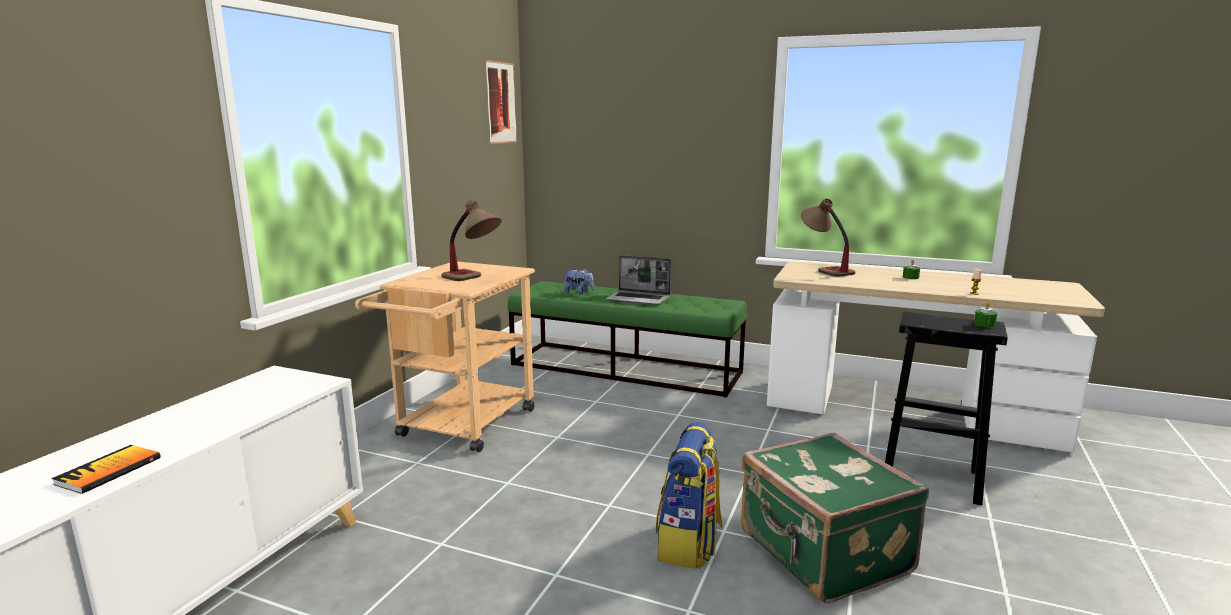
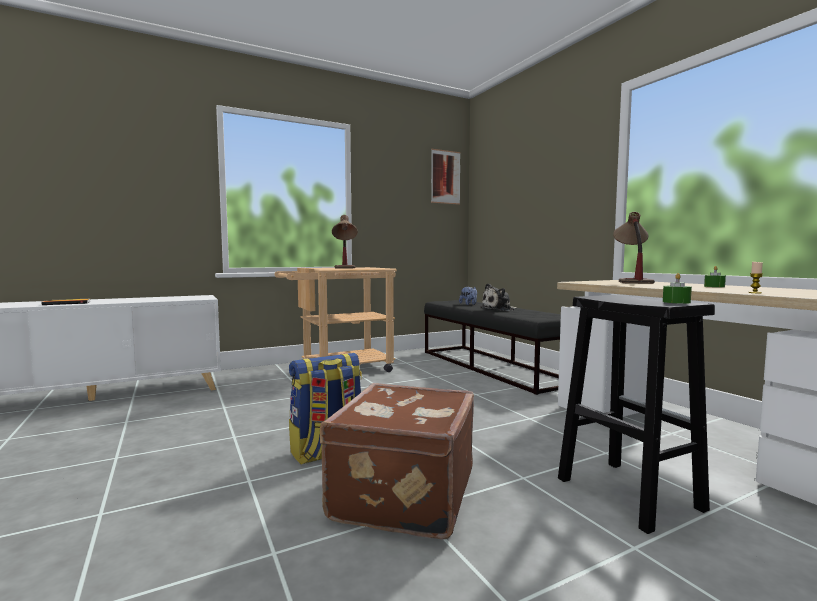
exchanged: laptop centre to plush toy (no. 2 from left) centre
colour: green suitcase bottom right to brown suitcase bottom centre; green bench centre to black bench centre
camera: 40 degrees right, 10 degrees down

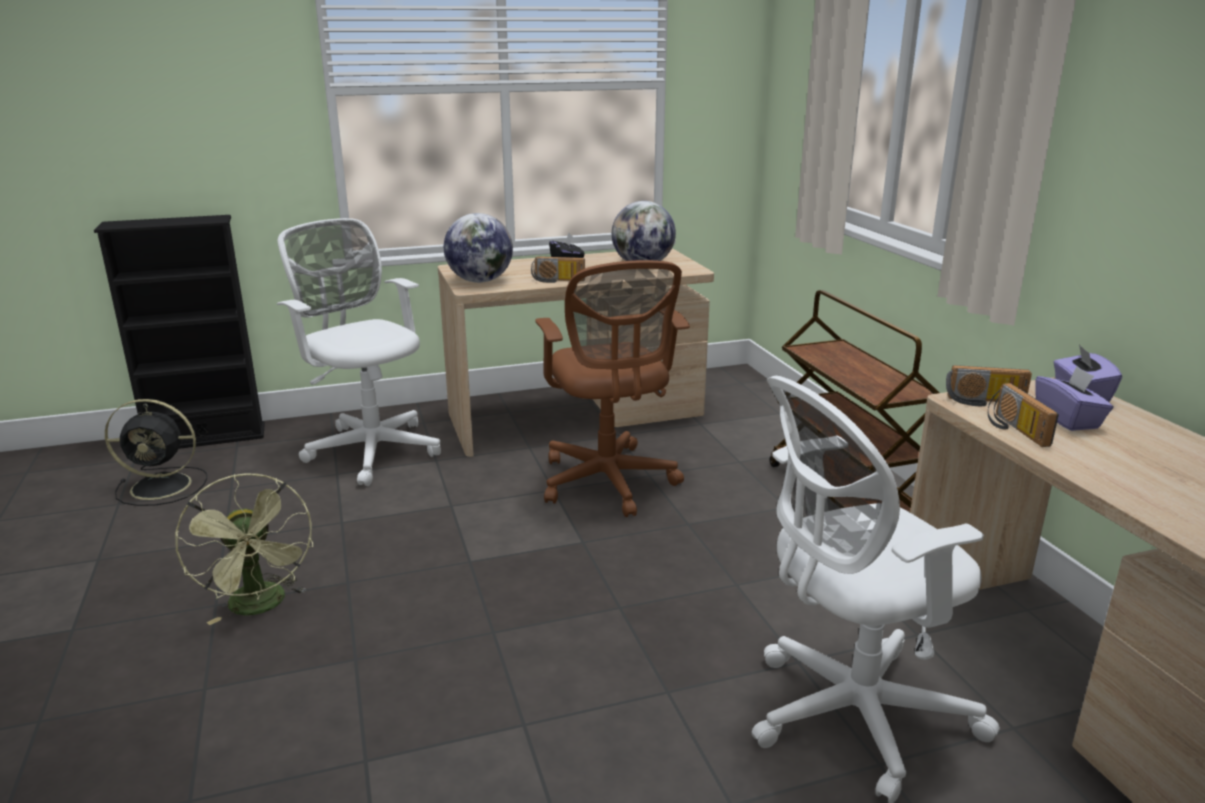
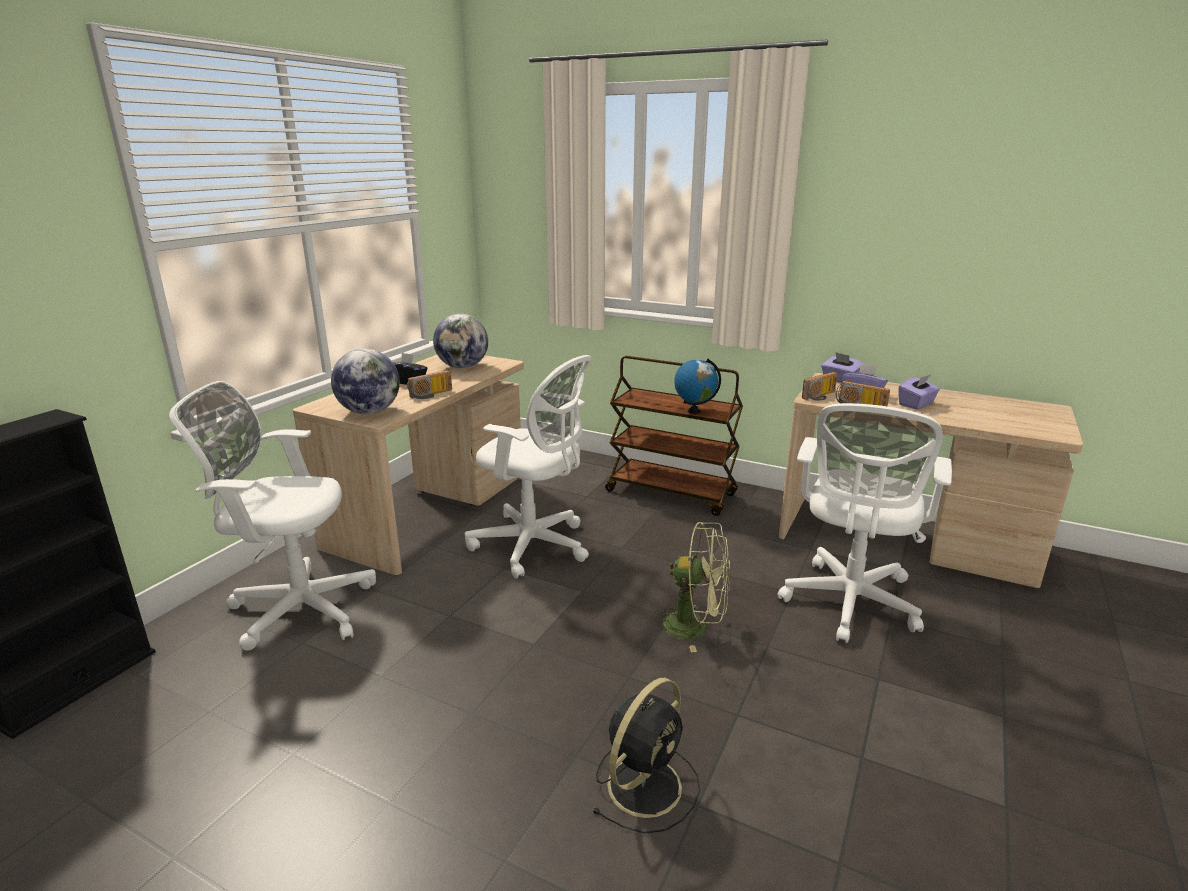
appeared: globe (no. 3 from left) centre; purple tissue box (no. 3 from left) middle right
relocated: black fan middle left to bottom centre; green fan bottom left to centre
colour: brown office chair centre to white office chair (no. 2 from left) centre
camera: 45 degrees left, 0 degrees up

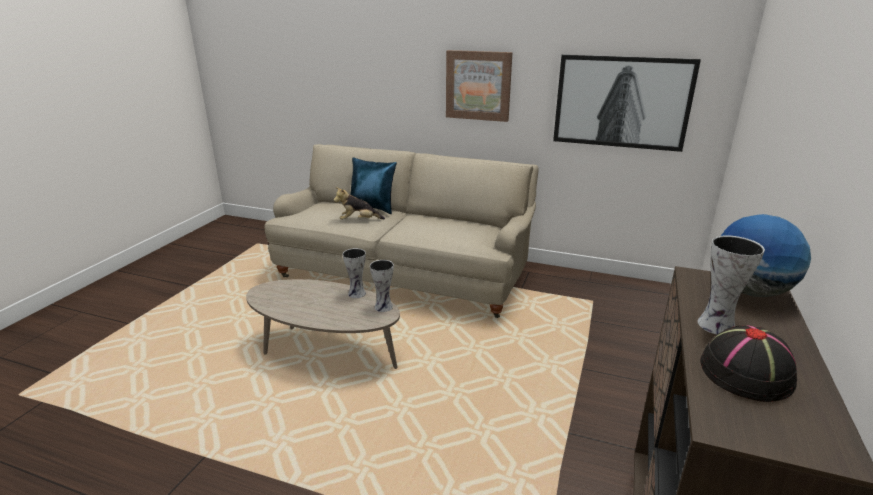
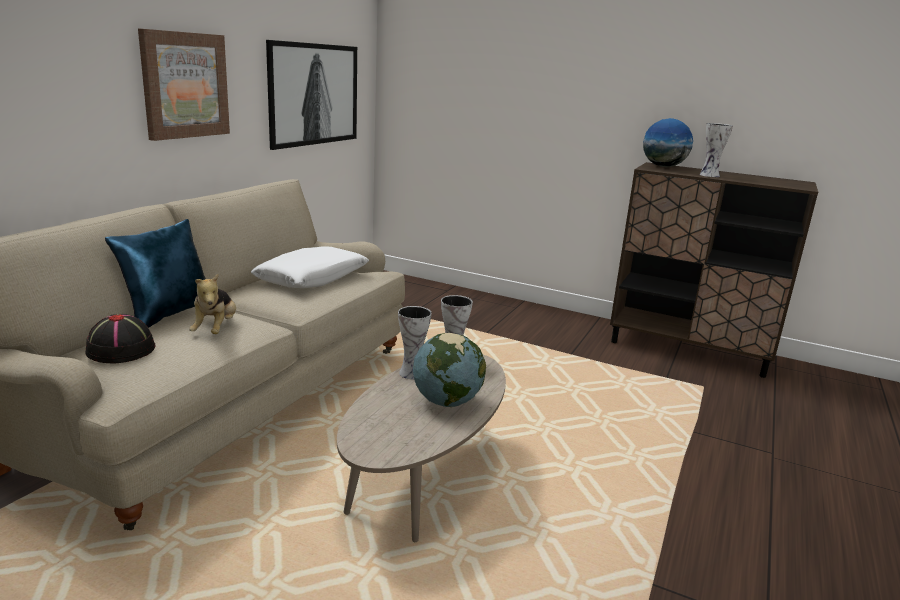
appeared: white pillow centre; globe (no. 1 from left) centre
relocated: black hat bottom right to middle left
camera: 85 degrees left, 5 degrees down

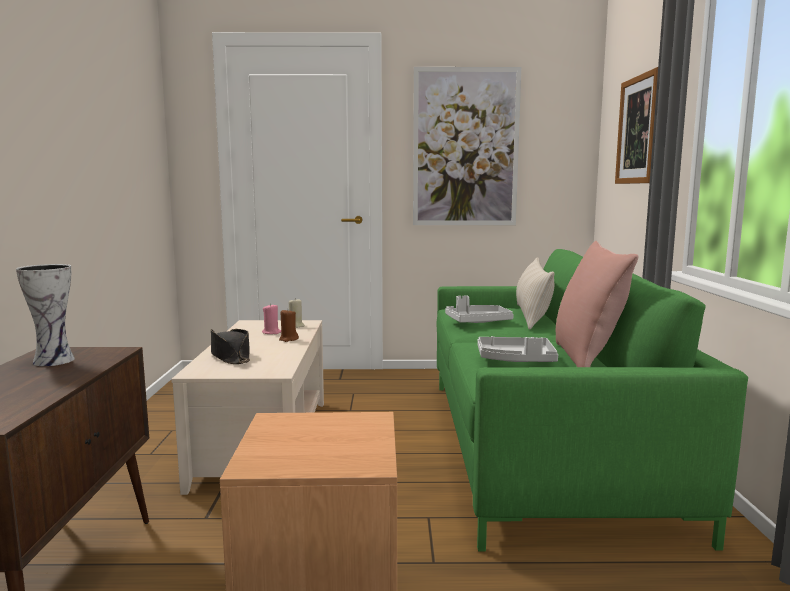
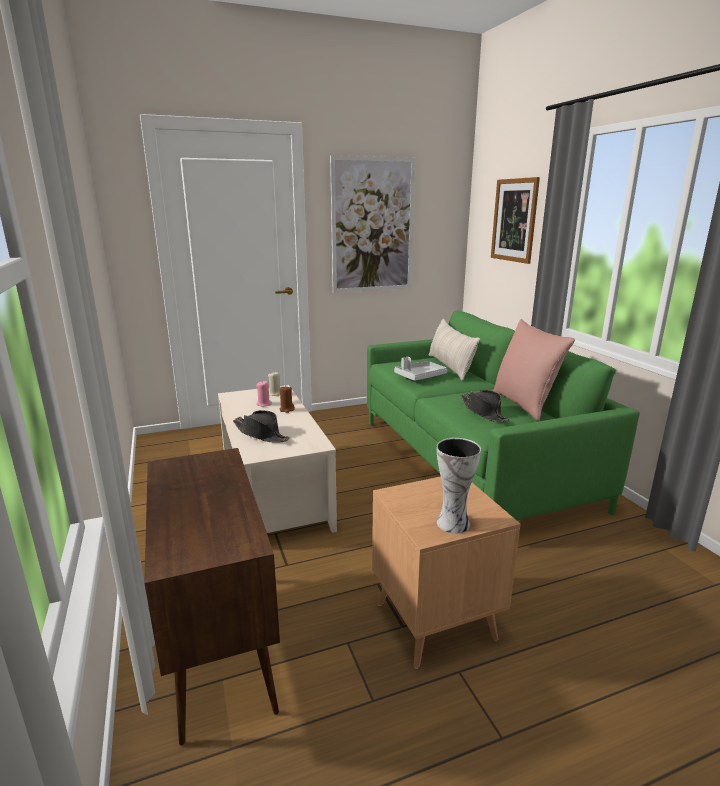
relocated: vase middle left to centre
exchanged: grey tray (no. 2 from left) centre to black hat (no. 2 from left) middle right
camera: 20 degrees left, 10 degrees up

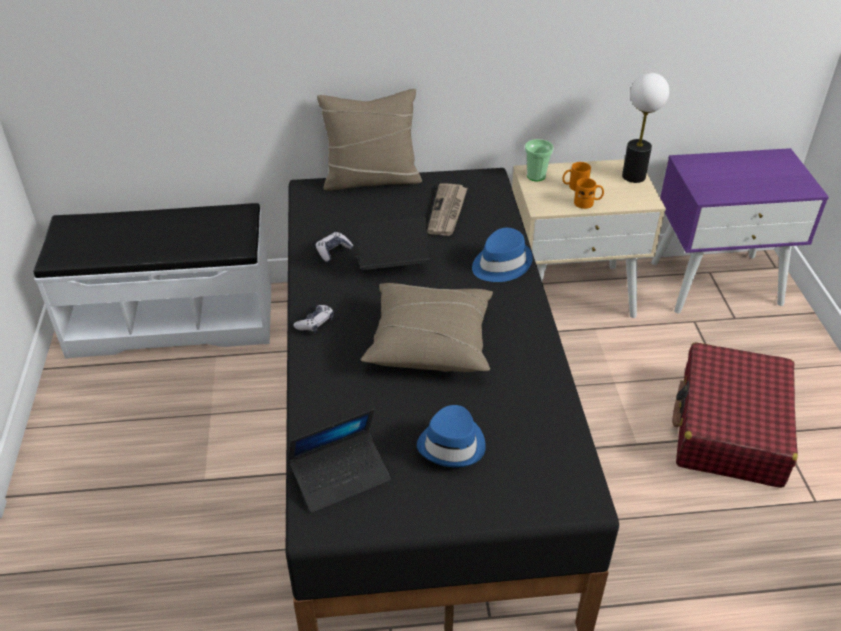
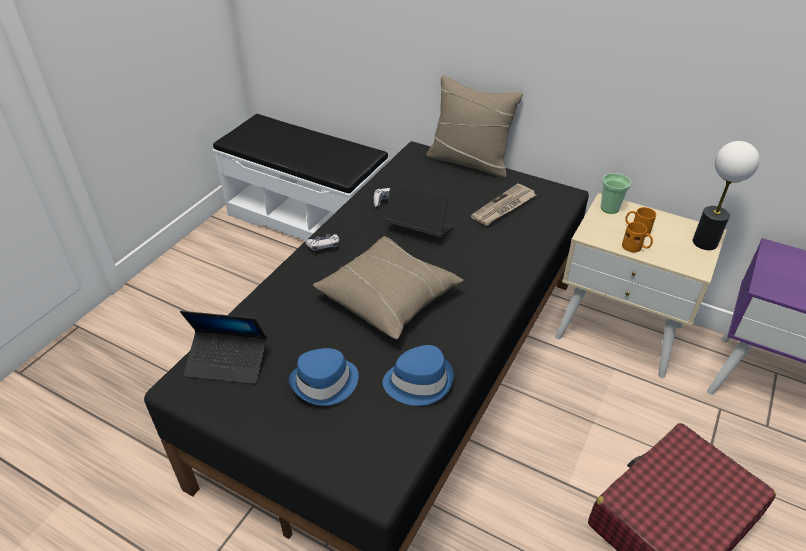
relocated: blue hat (no. 2 from left) centre to bottom centre
camera: 35 degrees right, 0 degrees up

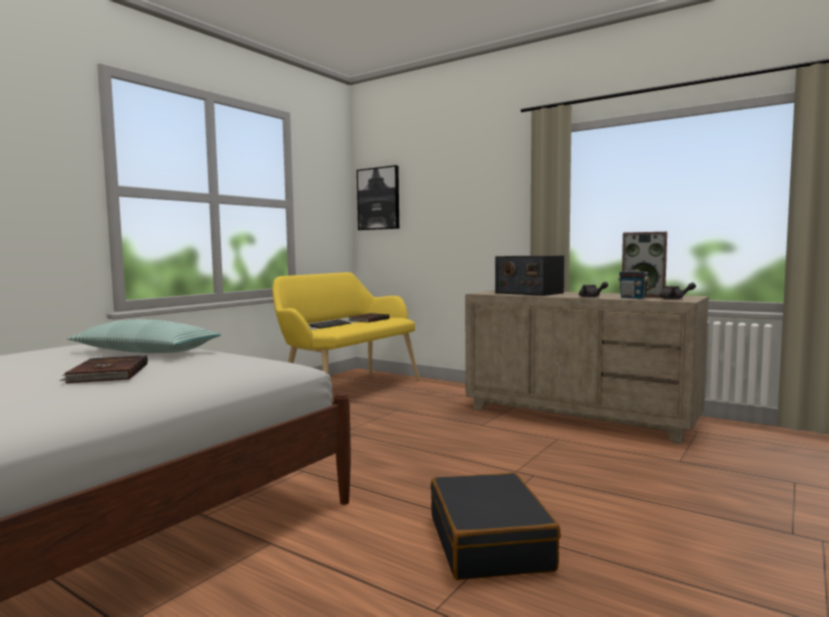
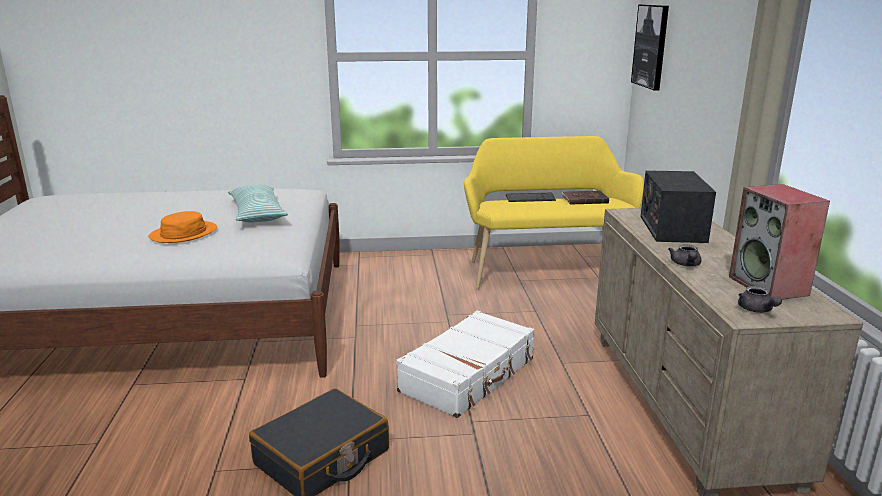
missing: radio (no. 2 from left) middle right
appeared: white suitcase bottom centre
exchanged: brown book (no. 1 from left) middle left to orange hat middle left
camera: 50 degrees right, 15 degrees up

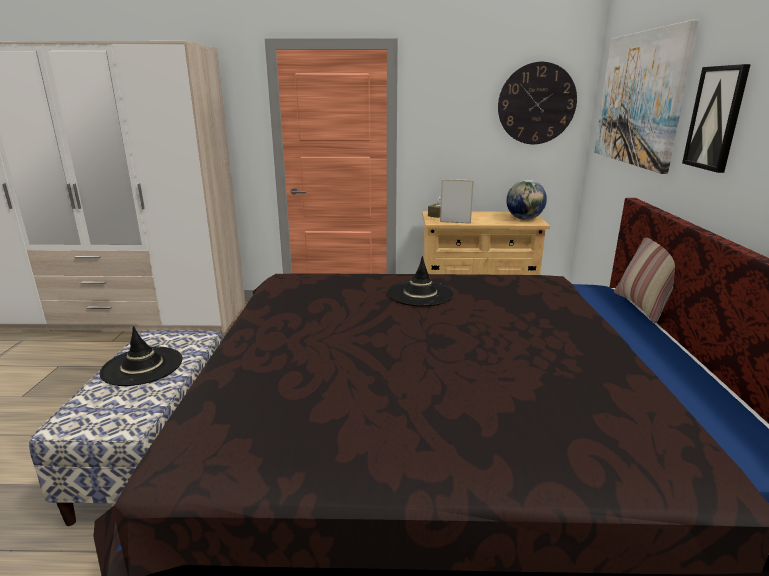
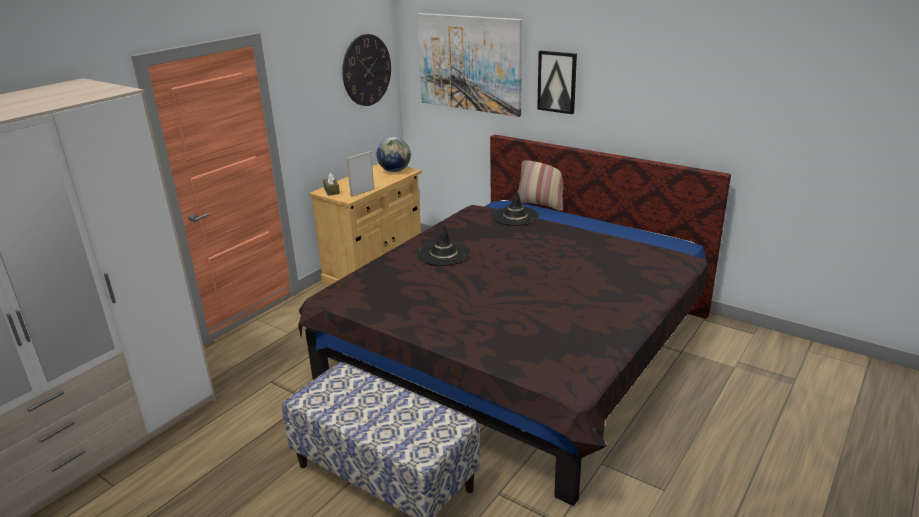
relocated: black hat (no. 1 from left in the first image) middle left to black hat (no. 2 from left) centre
camera: 55 degrees left, 5 degrees up

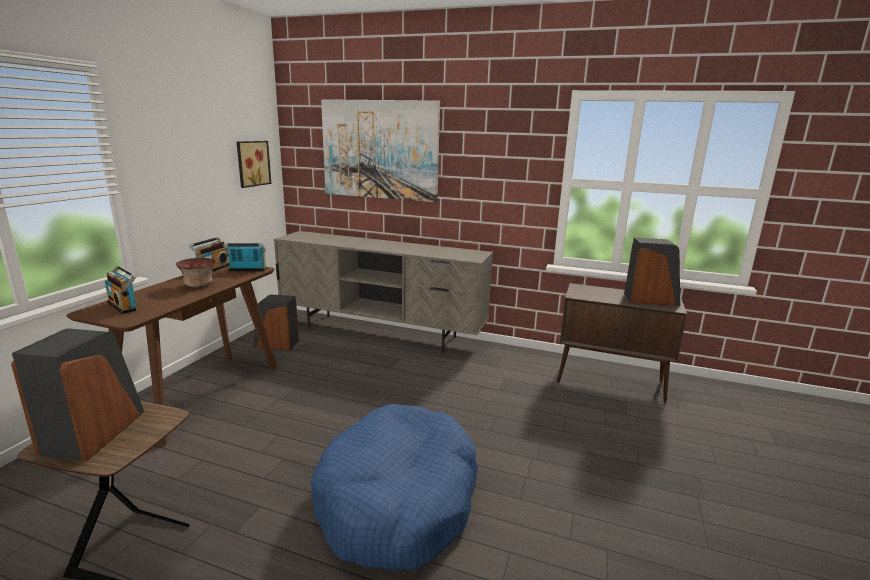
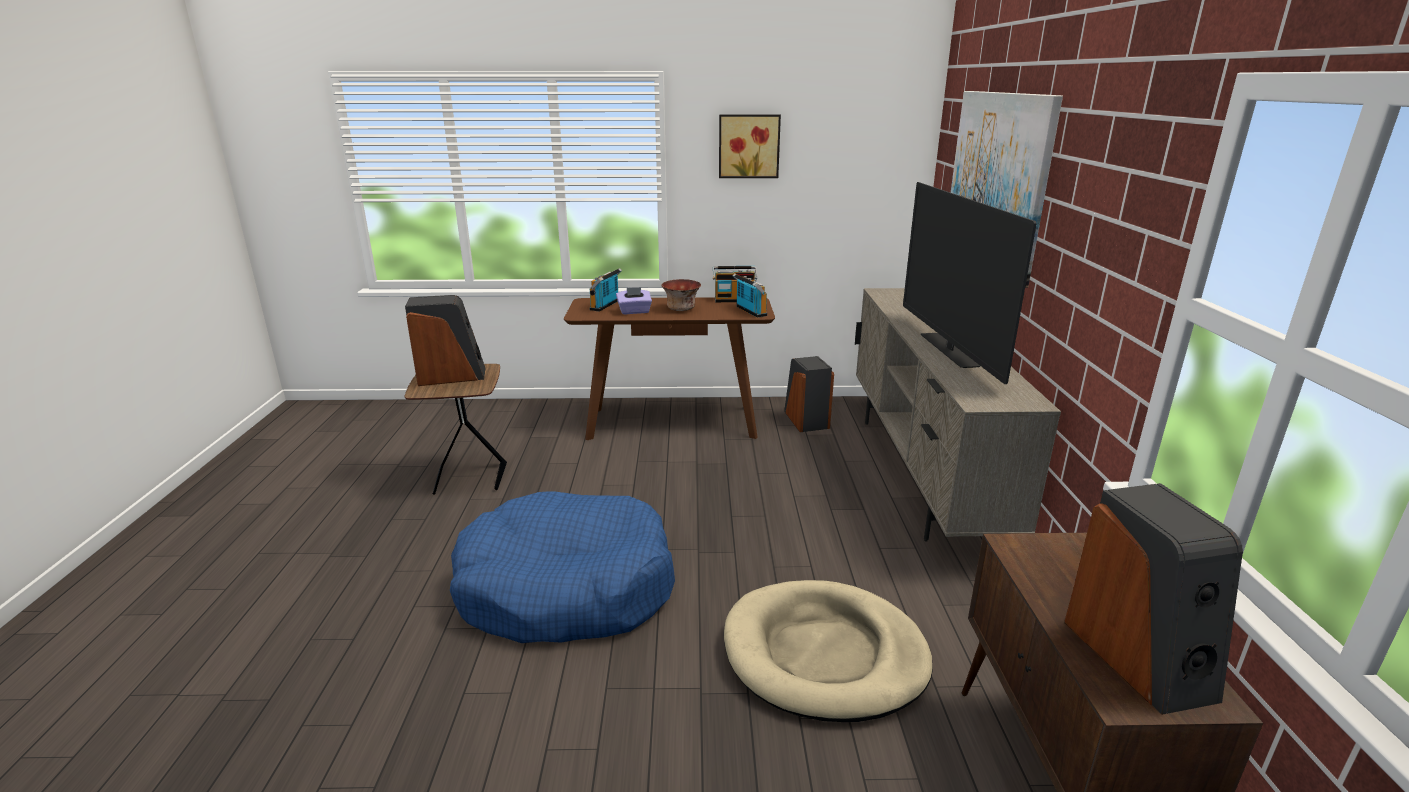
appeared: purple tissue box centre; beige dog bed bottom centre; television middle right
relocated: picture (no. 1 from left) top left to top centre
camera: 70 degrees right, 5 degrees up

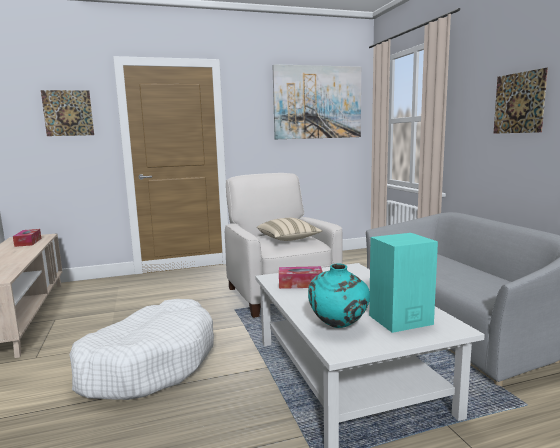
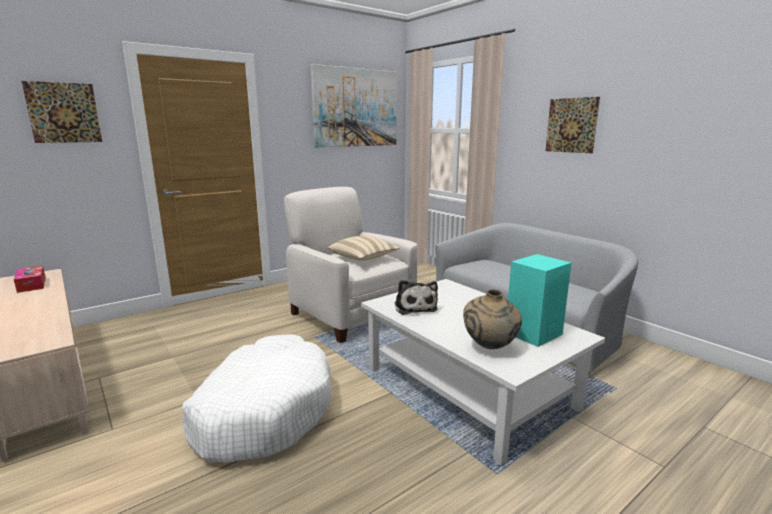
exchanged: tissue box (no. 2 from left) centre to plush toy centre
colour: turquoise vase centre to beige vase centre
camera: 20 degrees left, 5 degrees up

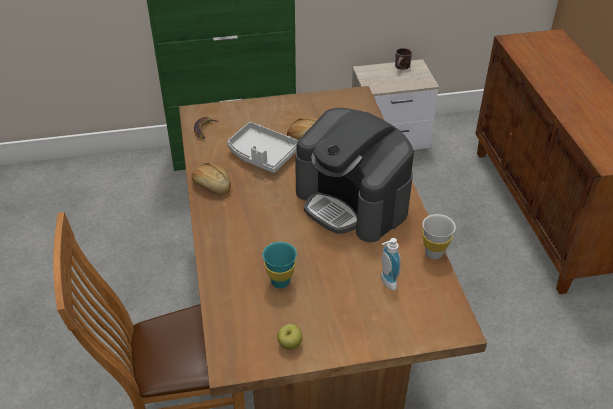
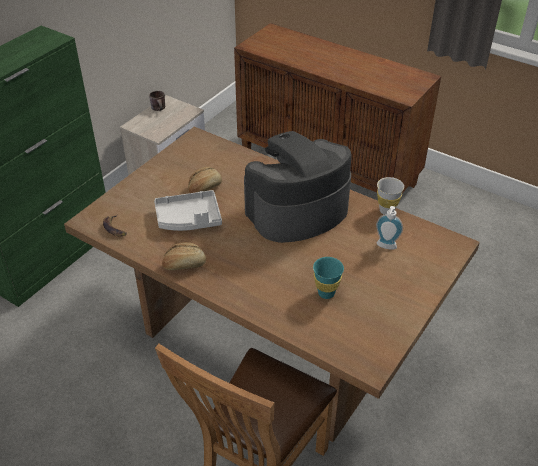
missing: apple bottom centre
spun: coffee machine centre = centre 150 degrees clockwise
camera: 45 degrees left, 0 degrees up

